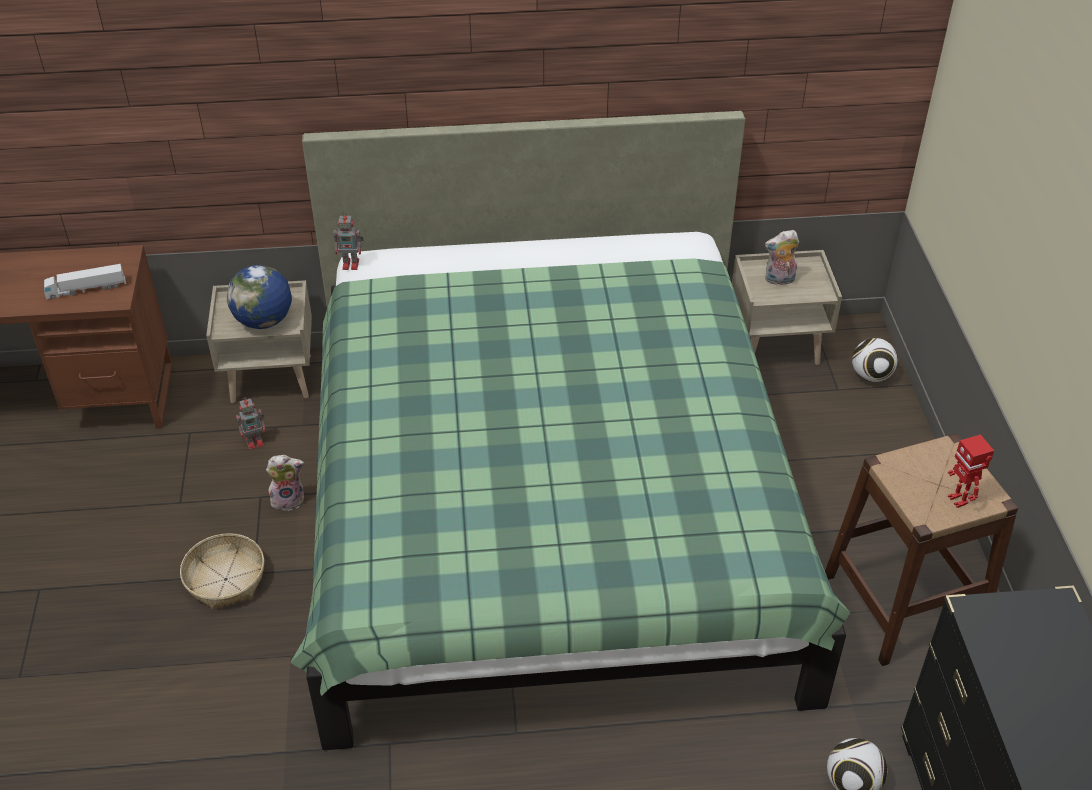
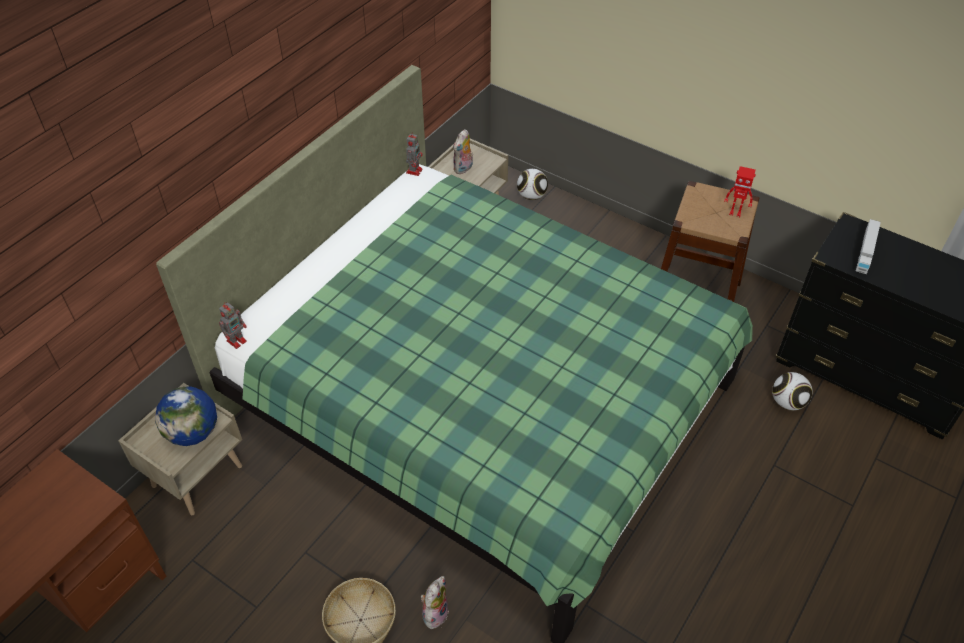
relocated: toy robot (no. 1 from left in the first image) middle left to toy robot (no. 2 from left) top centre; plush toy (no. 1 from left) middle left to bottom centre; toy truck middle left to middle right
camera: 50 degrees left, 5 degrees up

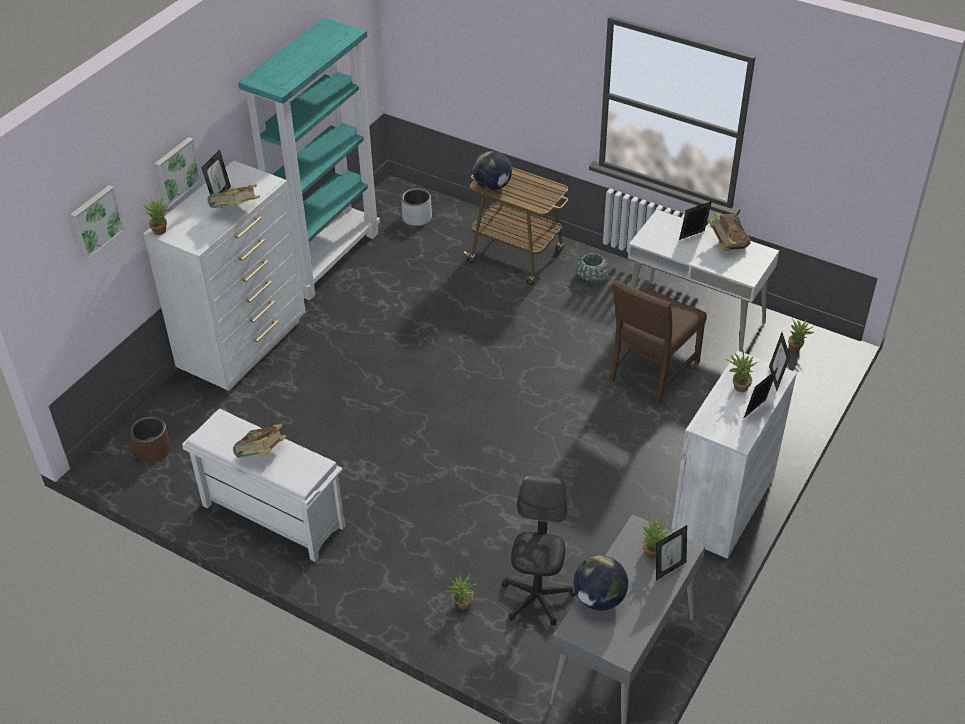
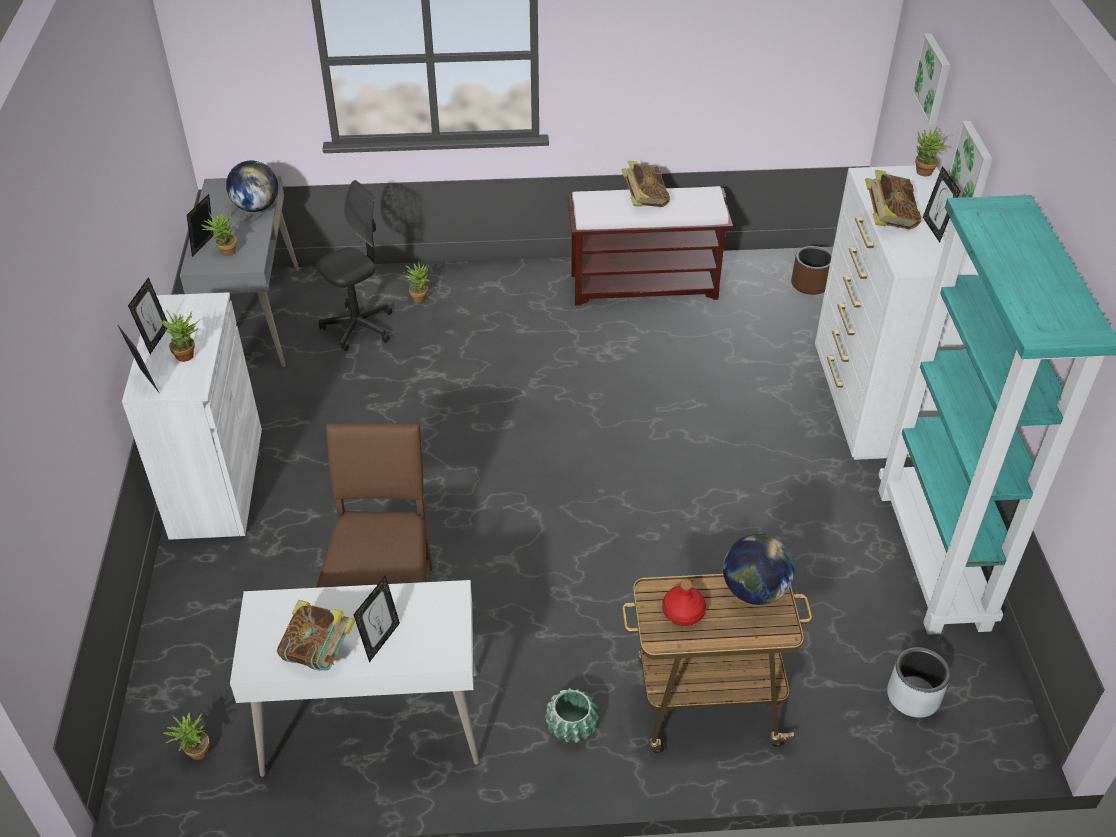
appeared: red bottle bottom centre
colour: white bench bottom left to brown bench top centre
spun: black office chair bottom centre = top left 105 degrees counterclockwise
camera: 145 degrees right, 0 degrees up

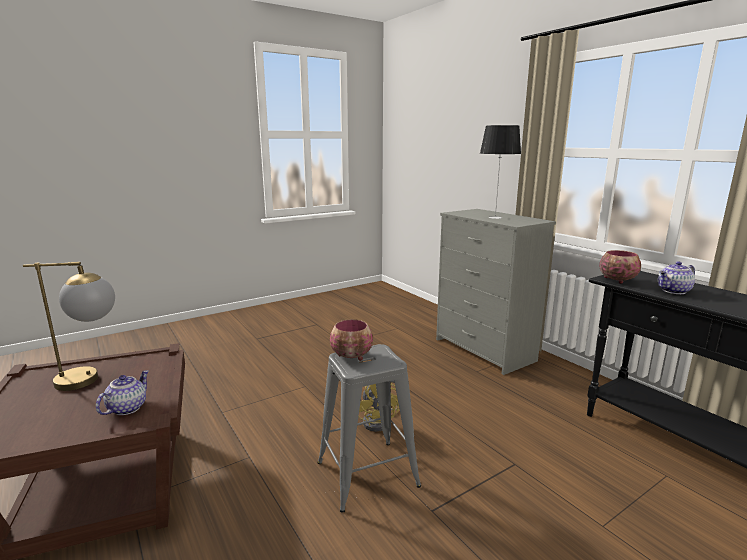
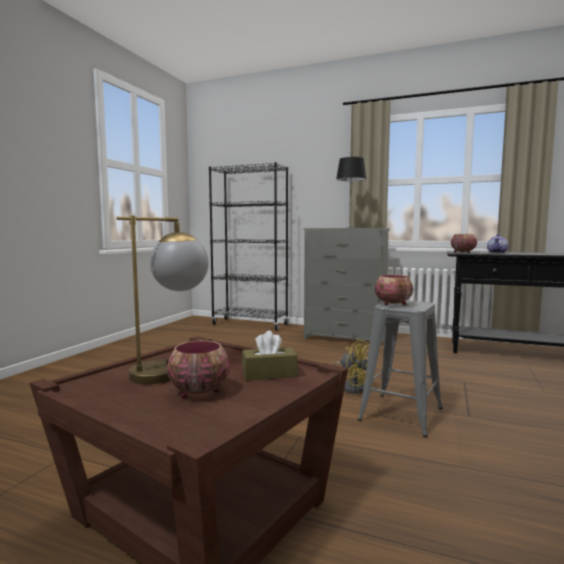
appeared: bowl (no. 1 from left) centre; black bookcase centre
exchanged: teapot (no. 1 from left) bottom left to brown tissue box centre
camera: 35 degrees left, 10 degrees down

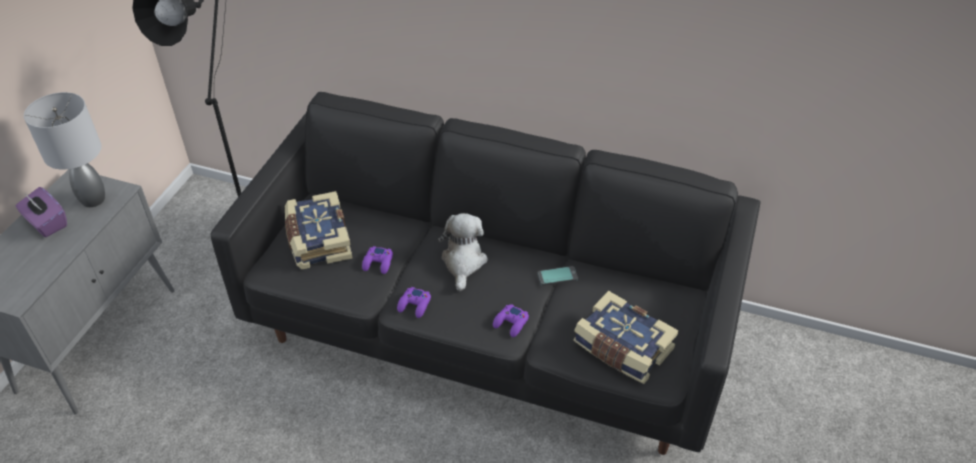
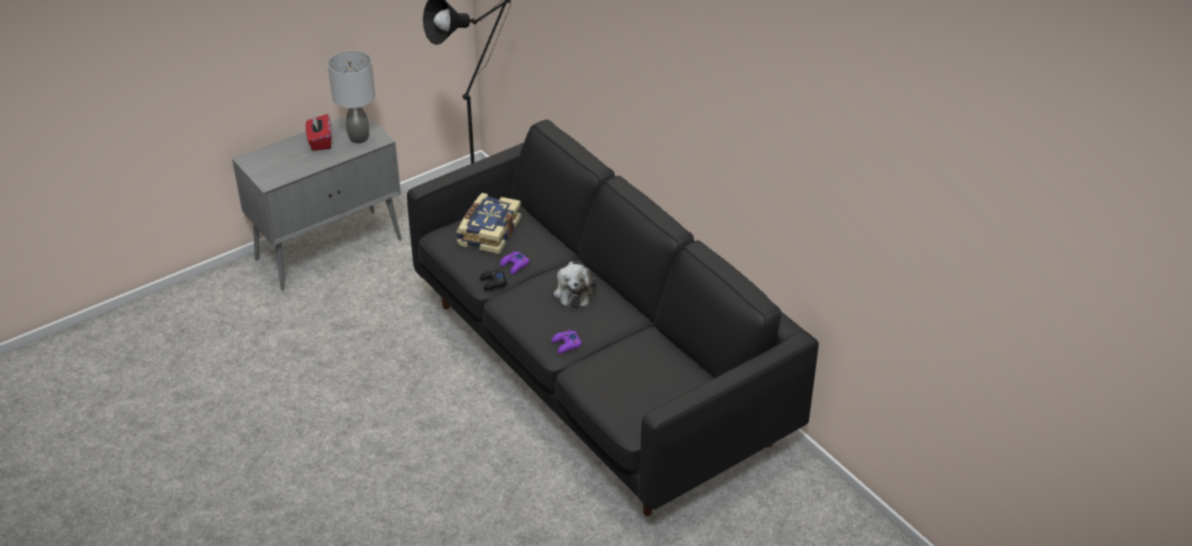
missing: purple game controller (no. 2 from left) centre; phone centre; book (no. 2 from left) bottom centre
appeared: black game controller centre
colour: purple tissue box middle left to red tissue box top left
spun: plush toy centre = centre 135 degrees clockwise
camera: 35 degrees right, 5 degrees down

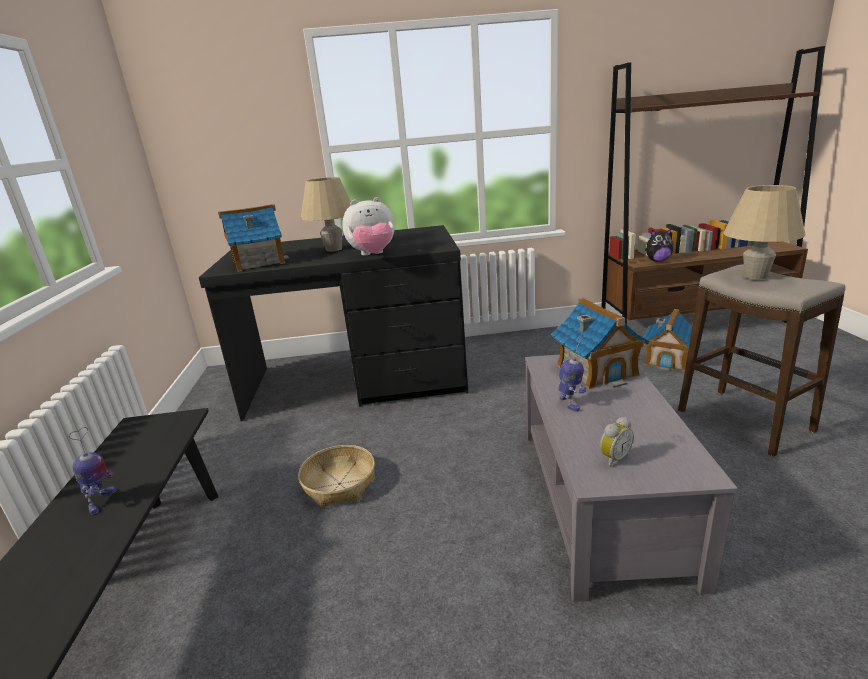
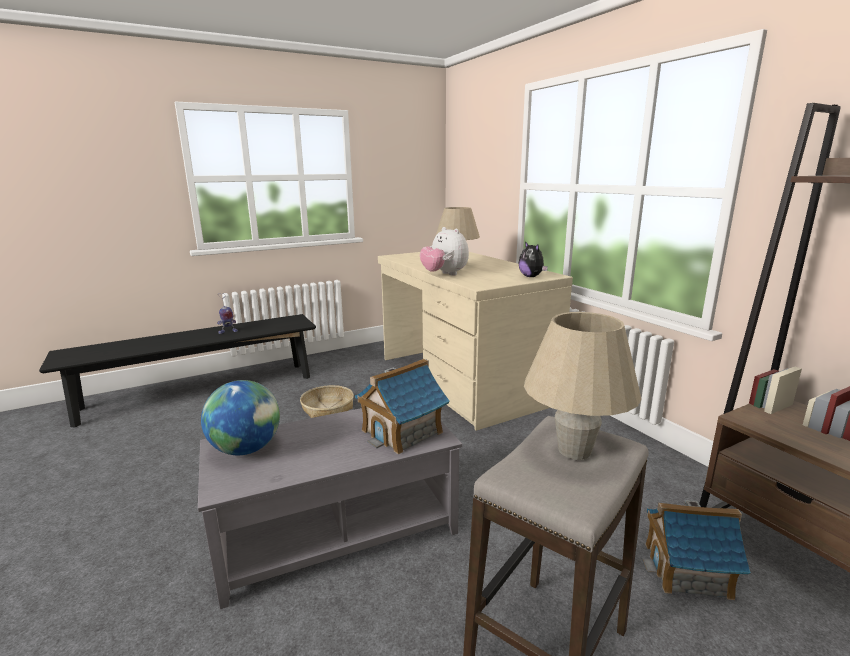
missing: toy house (no. 1 from left) middle left; toy robot (no. 2 from left) centre
relocated: plush toy (no. 2 from left) middle right to centre
exchanged: alarm clock middle right to globe middle left
colour: black desk centre to beige desk centre
camera: 65 degrees right, 5 degrees down

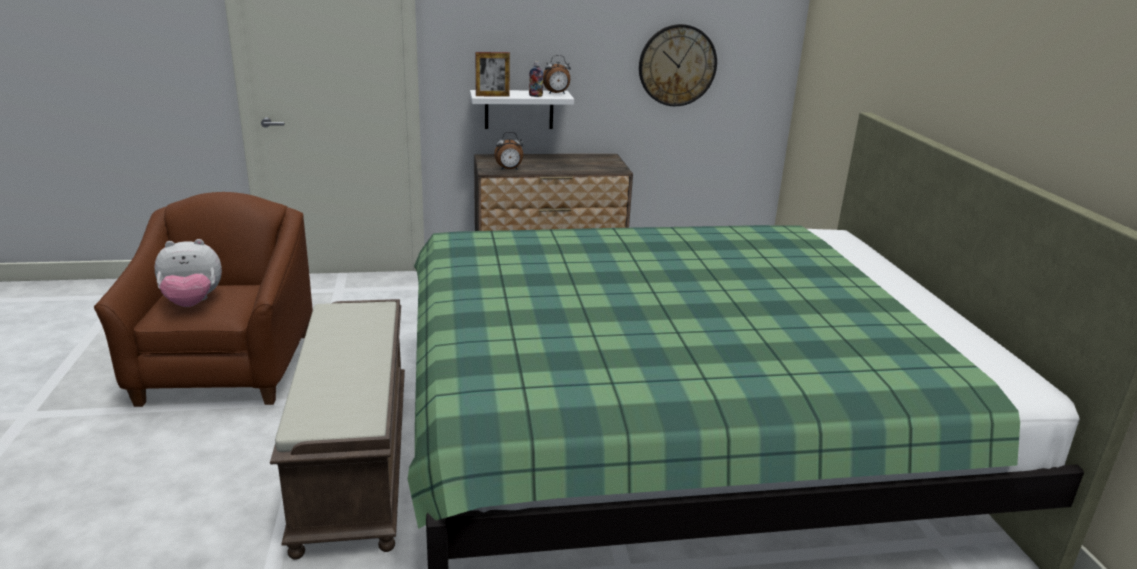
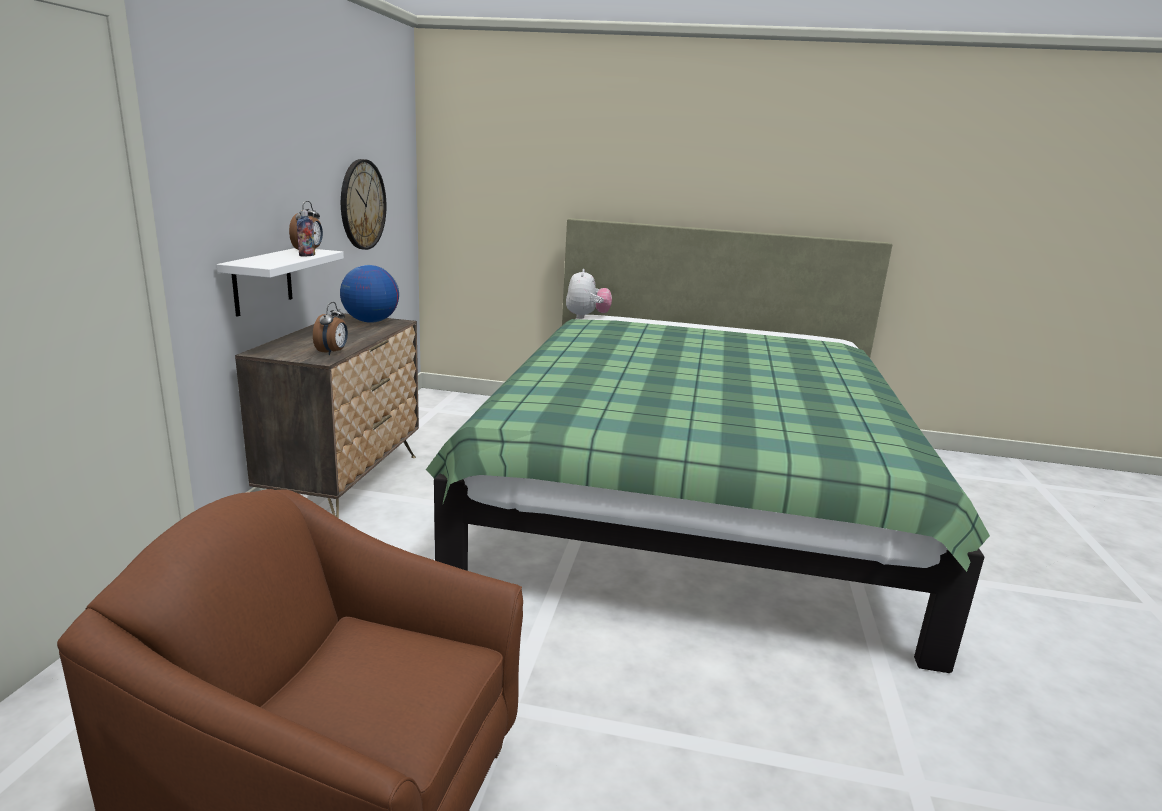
missing: brown bench bottom left; picture frame top centre
appeared: globe middle left
relocated: plush toy middle left to centre
camera: 70 degrees left, 5 degrees down

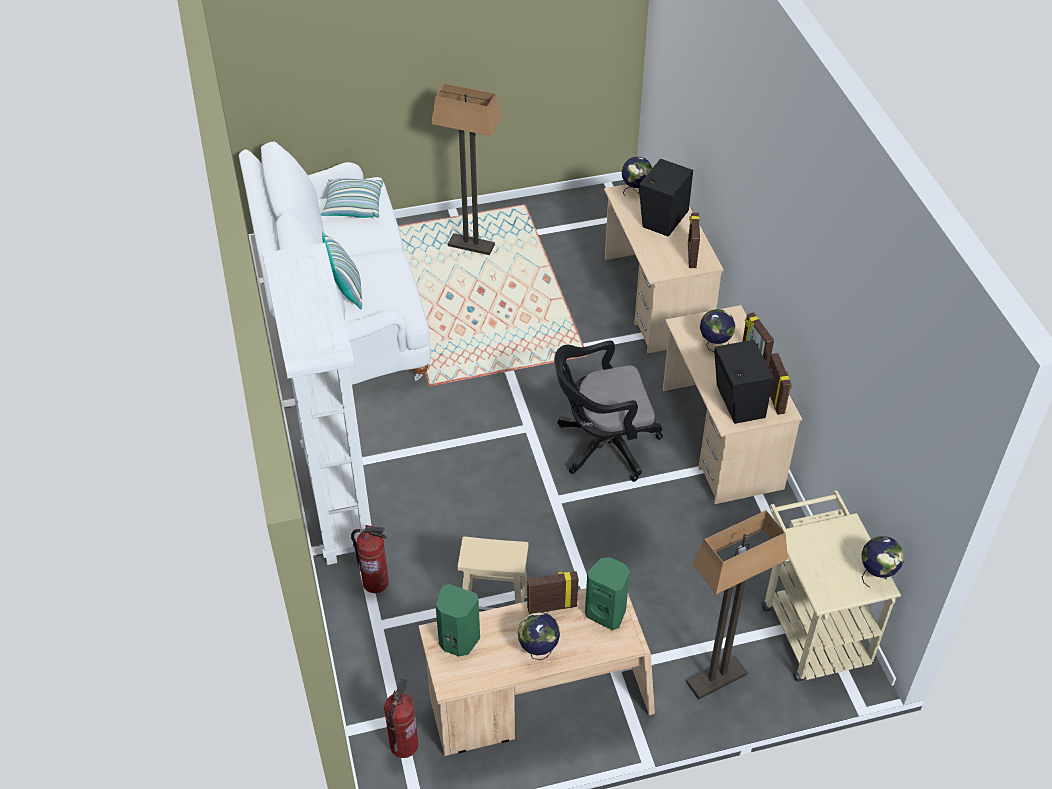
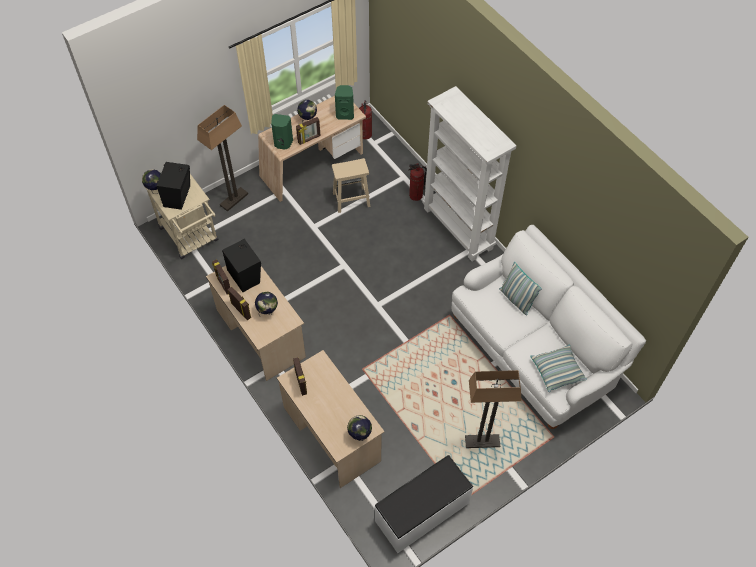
missing: black office chair centre
appeared: white bench bottom centre
relocated: black speaker (no. 1 from left) top centre to top left
camera: 160 degrees right, 10 degrees up

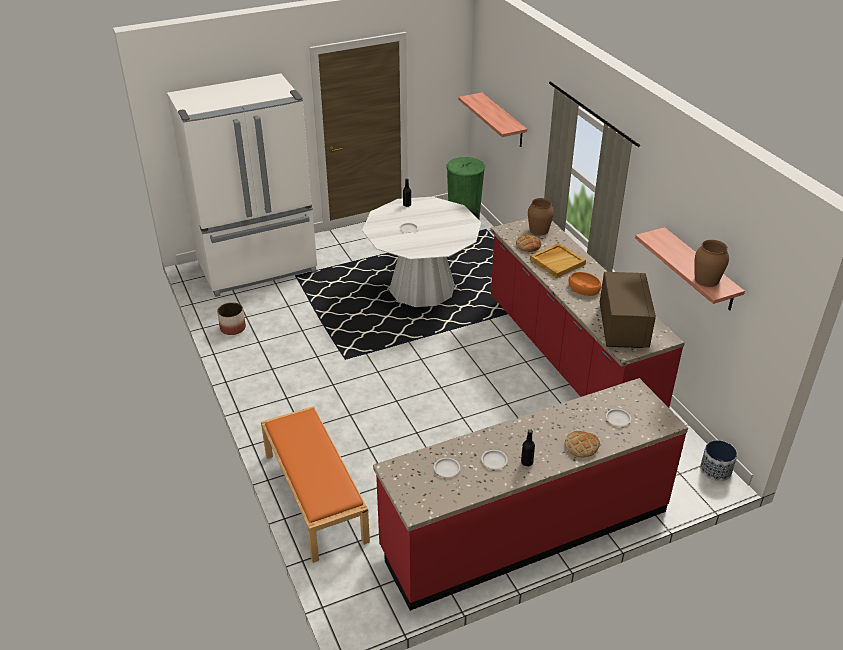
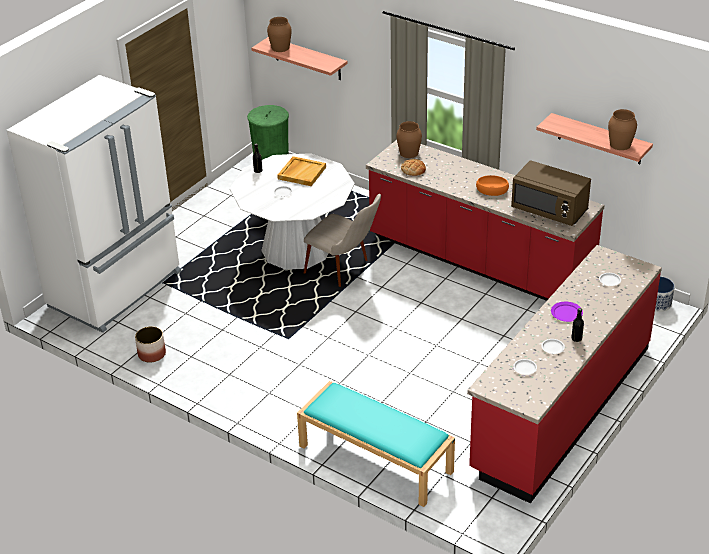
missing: bread (no. 2 from left) bottom right
appeared: brown vase (no. 1 from left) top centre; beige chair centre; purple plate middle right
relocated: beige tray centre to top centre
colour: orange bench bottom centre to turquoise bench bottom centre
spun: brown microwave middle right = middle right 150 degrees clockwise
camera: 30 degrees left, 0 degrees up

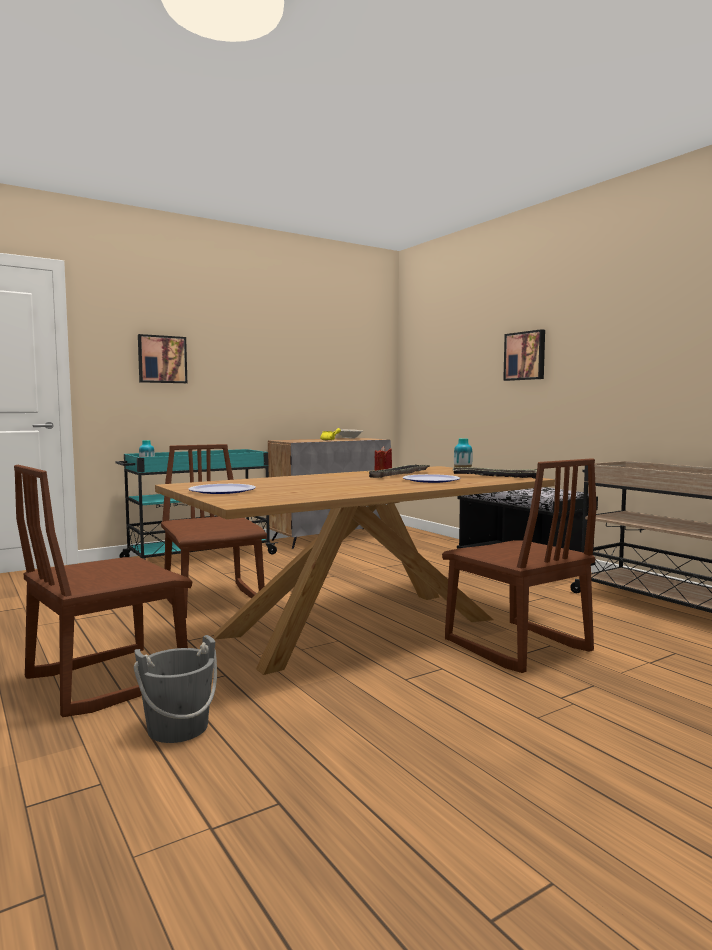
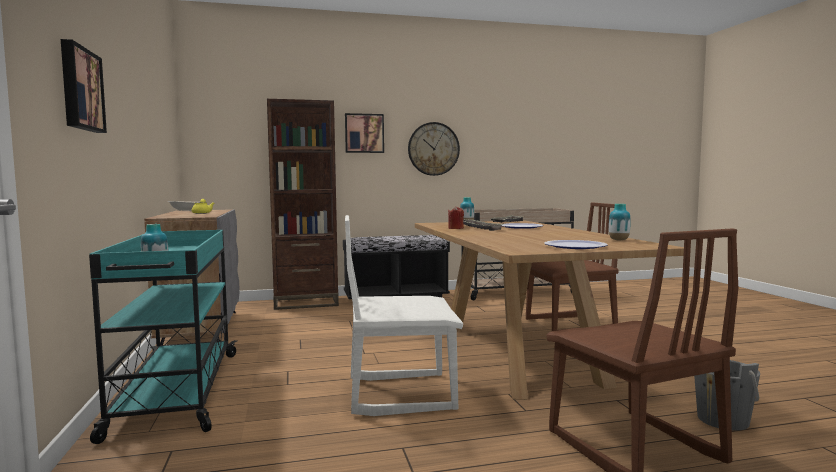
appeared: brown bookcase centre; wall clock top centre; vase (no. 3 from left) middle right
colour: brown chair (no. 2 from left) middle left to white chair bottom centre
camera: 70 degrees left, 0 degrees up

